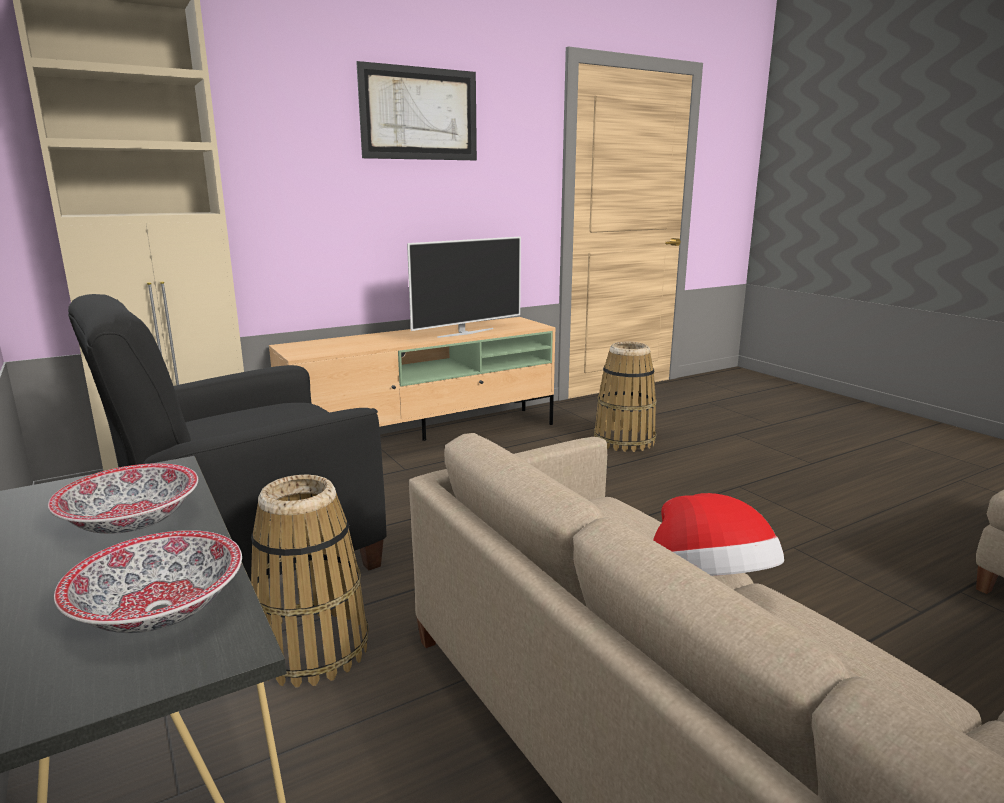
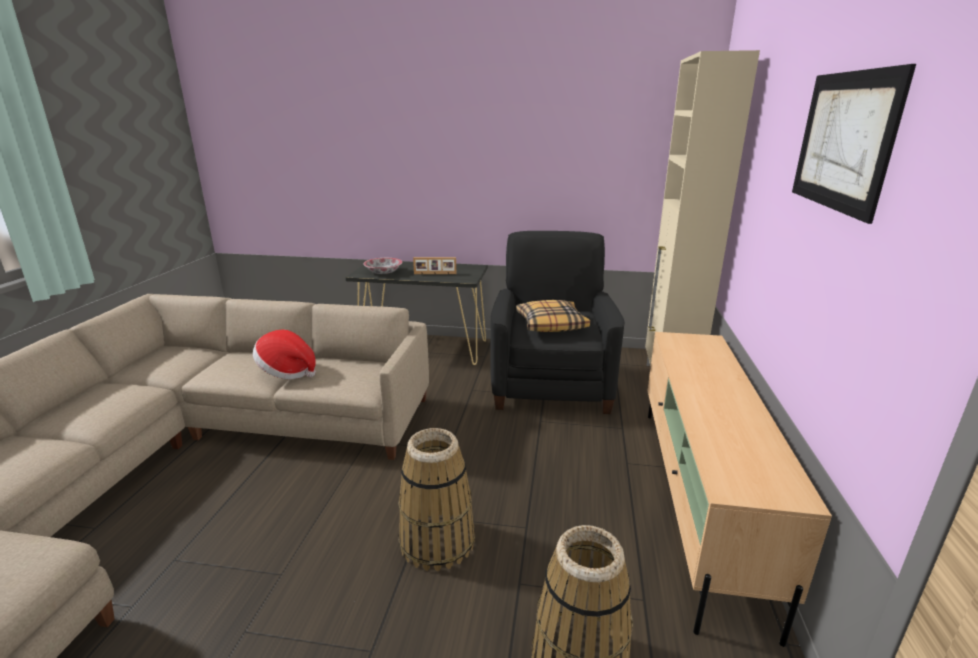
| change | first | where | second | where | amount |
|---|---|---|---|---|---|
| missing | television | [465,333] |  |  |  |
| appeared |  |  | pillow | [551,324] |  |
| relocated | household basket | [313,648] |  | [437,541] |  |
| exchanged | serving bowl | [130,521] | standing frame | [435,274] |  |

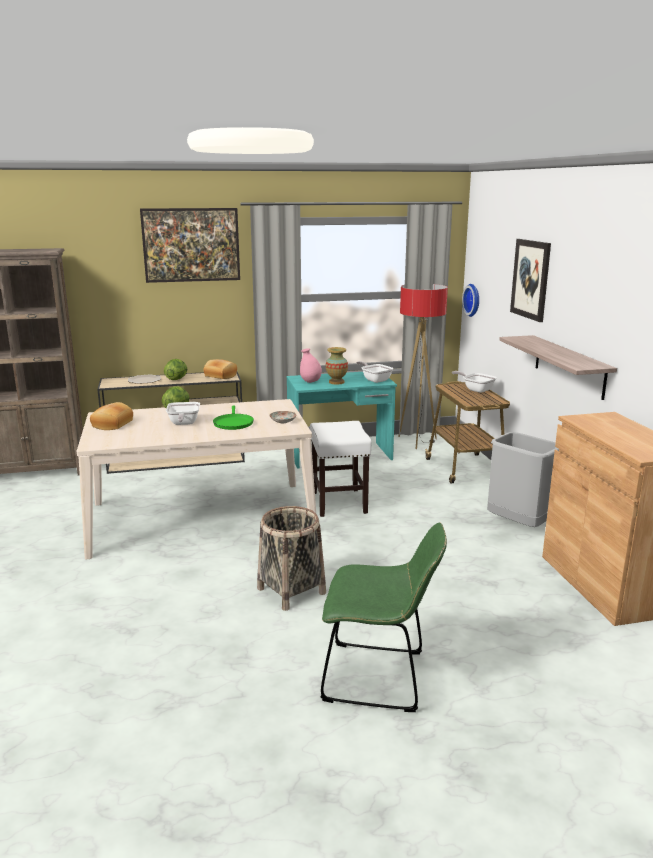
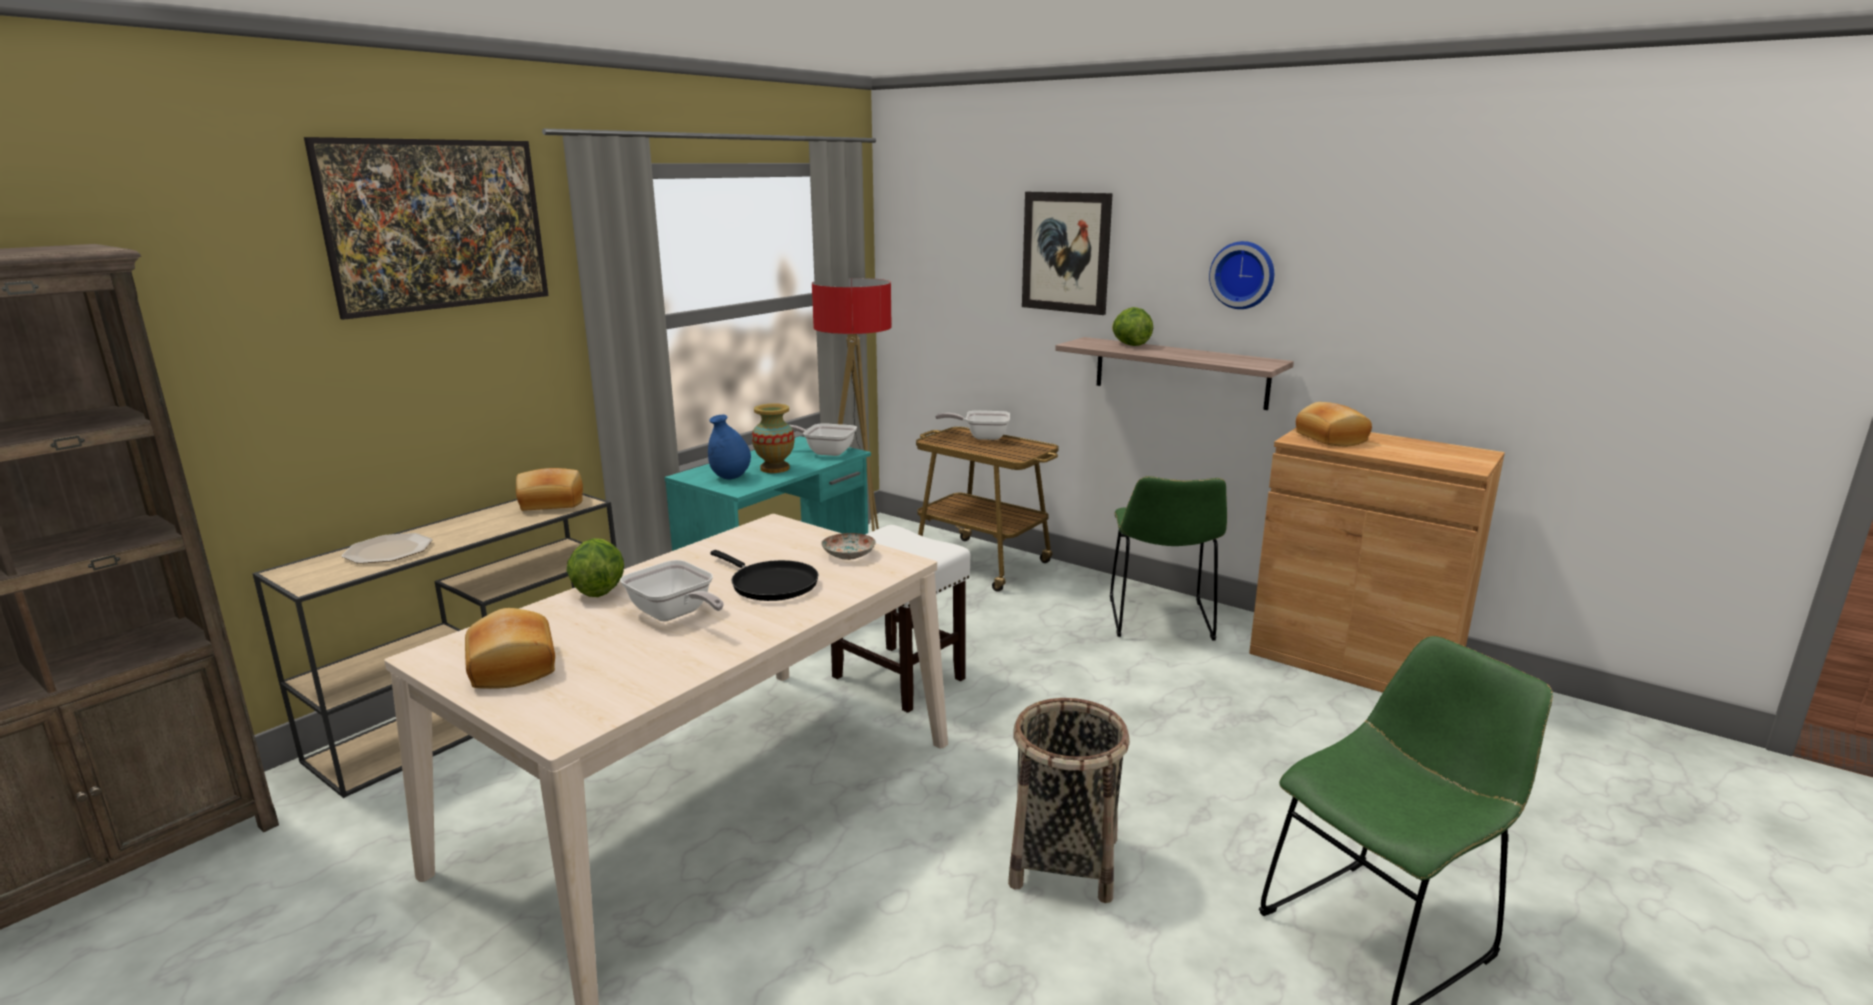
| change | first | where | second | where | amount |
|---|---|---|---|---|---|
| appeared |  |  | baked bread | [1329,438] |  |
| relocated | lettuce | [177,379] |  | [1130,345] |  |
| relocated | hanging clock | [473,300] |  | [1243,275] |  |
| exchanged | gray trash can | [517,525] | green plain chair | [1160,621] |  |
| colour | green pan | [233,423] | black-coloured pan | [770,584] |  |
| colour | pinkish vase | [310,382] | blue vase | [730,477] |  |

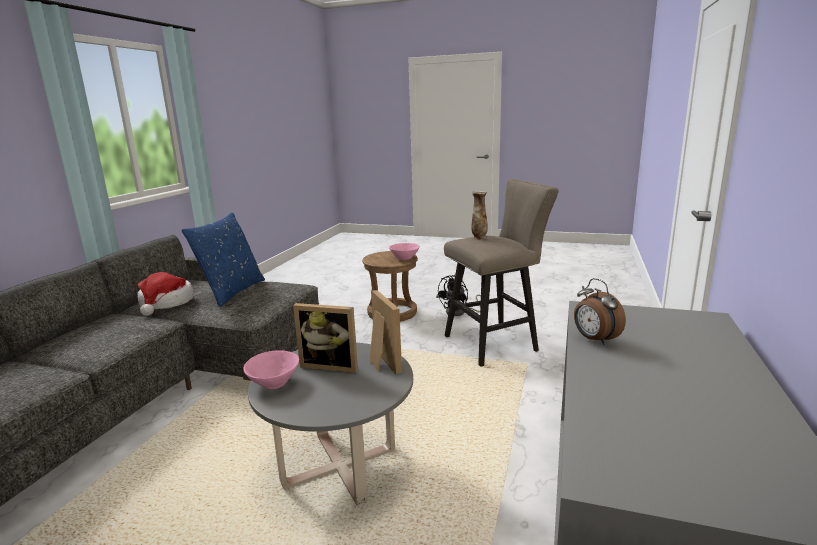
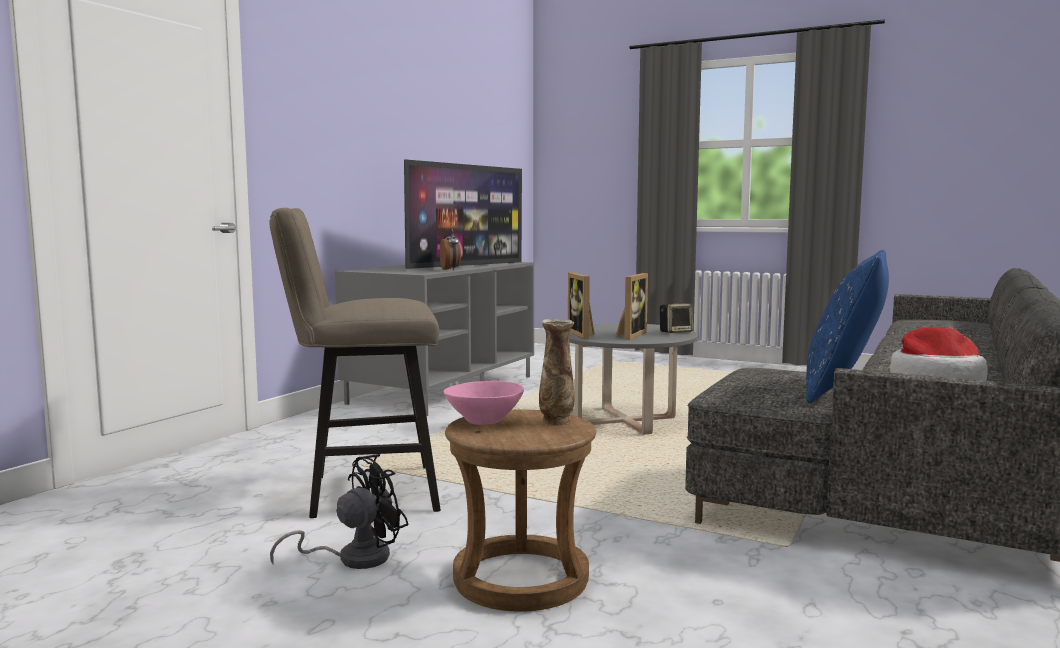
| change | first | where | second | where | amount |
|---|---|---|---|---|---|
| appeared |  |  | television | [466,265] |  |
| relocated | vase | [479,238] |  | [556,422] |  |
| exchanged | pinkish serving bowl | [273,384] | loudspeaker | [675,332] |  |
| spun | standing frame | [331,365] |  | [629,335] | 90 degrees clockwise |

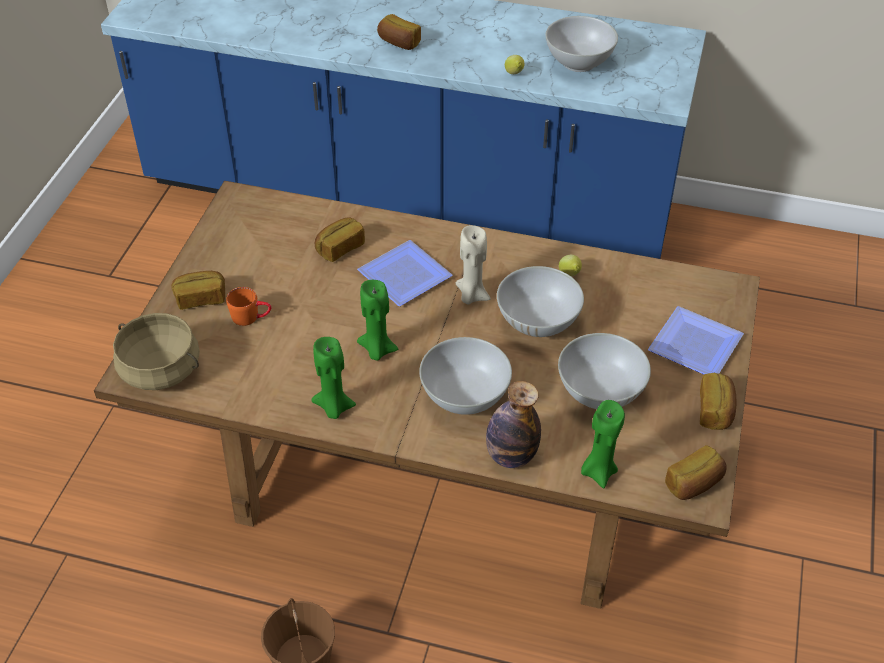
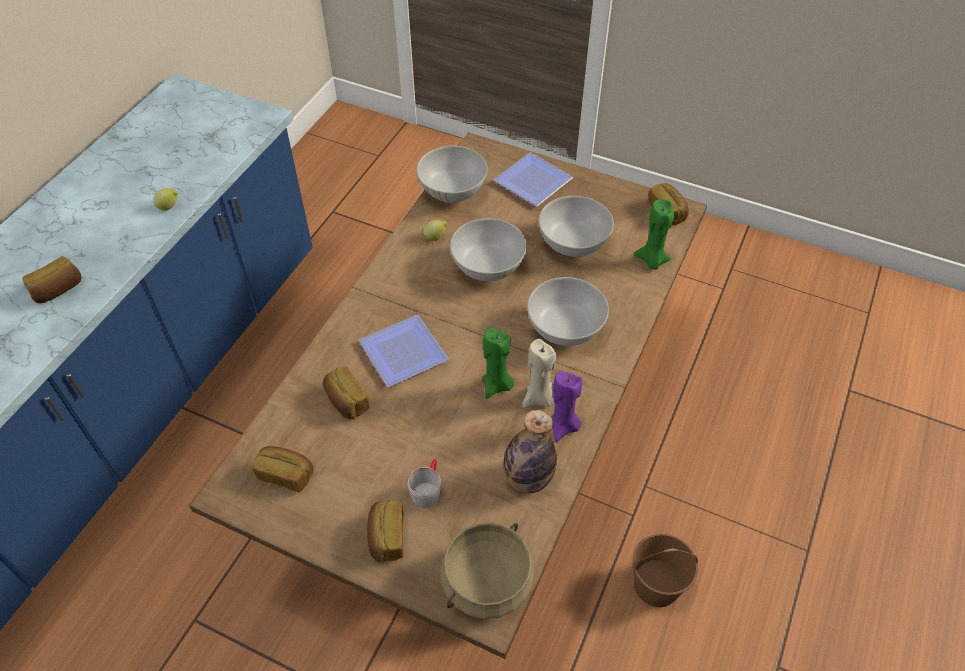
| change | first | where | second | where | amount |
|---|---|---|---|---|---|
| relocated | beige wax candle | [471,295] |  | [539,398] |  |
| relocated | bottle | [511,456] |  | [527,479] |  |
| relocated | white-coloured serving bowl | [579,63] |  | [453,192] |  |
| relocated | baked bread | [716,411] |  | [286,474] |  |
| colour | orange coffee mug | [251,317] | gray coffee mug | [427,489] |  |
| colour | green wax candle | [333,407] | purple wax candle | [563,427] |  |

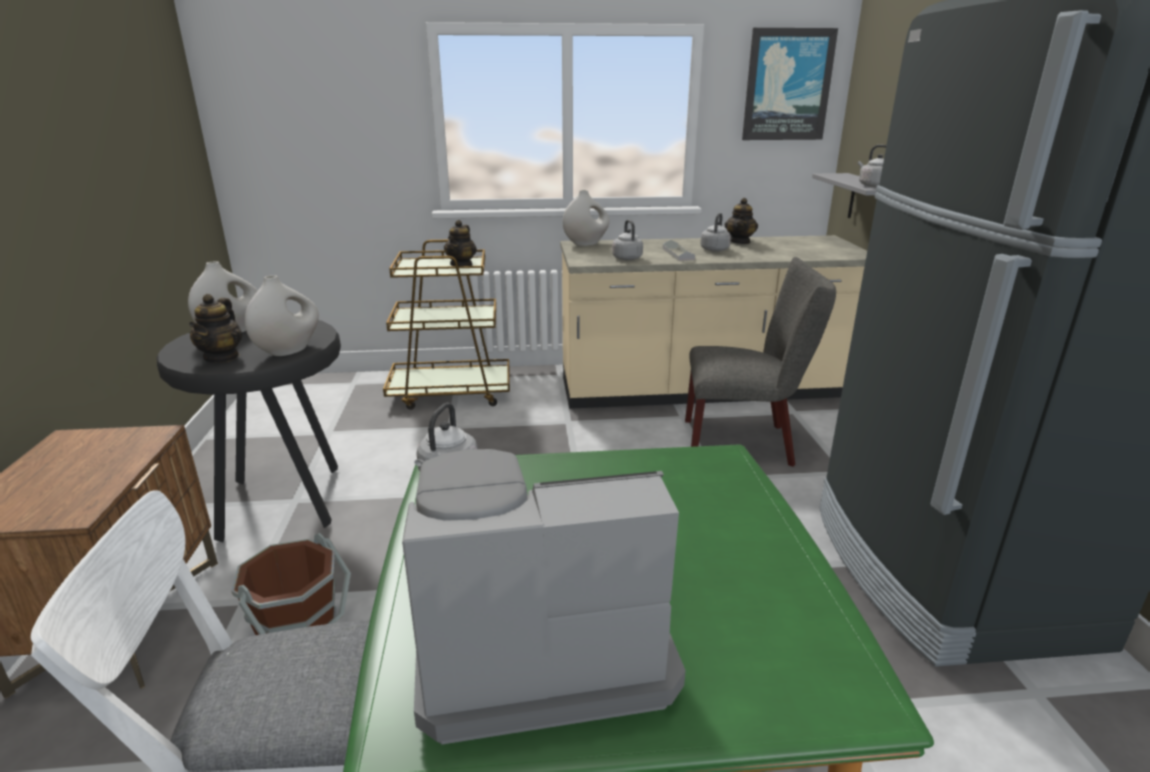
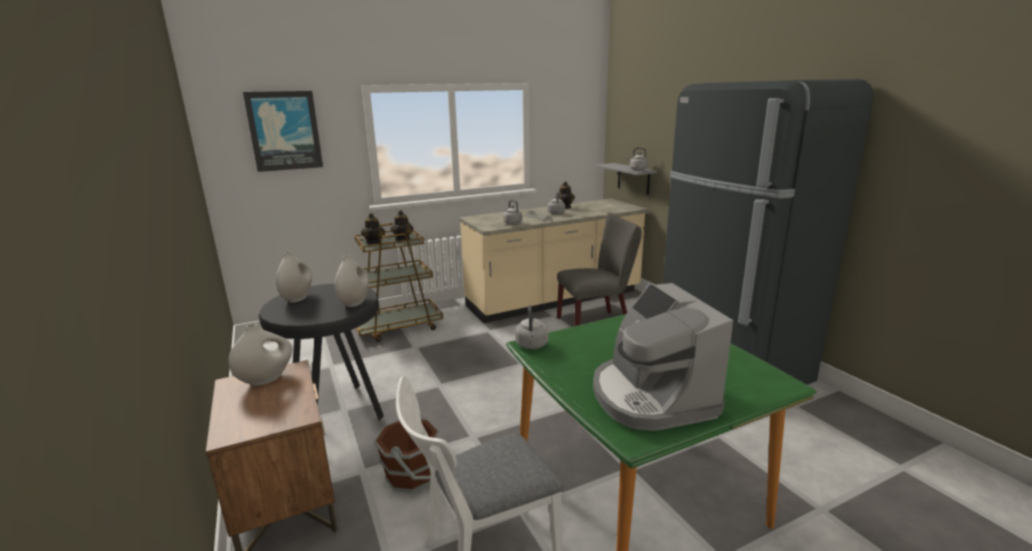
| change | first | where | second | where | amount |
|---|---|---|---|---|---|
| relocated | teapot | [222,357] |  | [374,242] |  |
| relocated | white-coloured vase | [586,244] |  | [266,379] |  |
| relocated | picture | [787,85] |  | [284,131] |  |
| spun | coffee maker | [537,643] |  | [650,397] | 75 degrees counterclockwise |

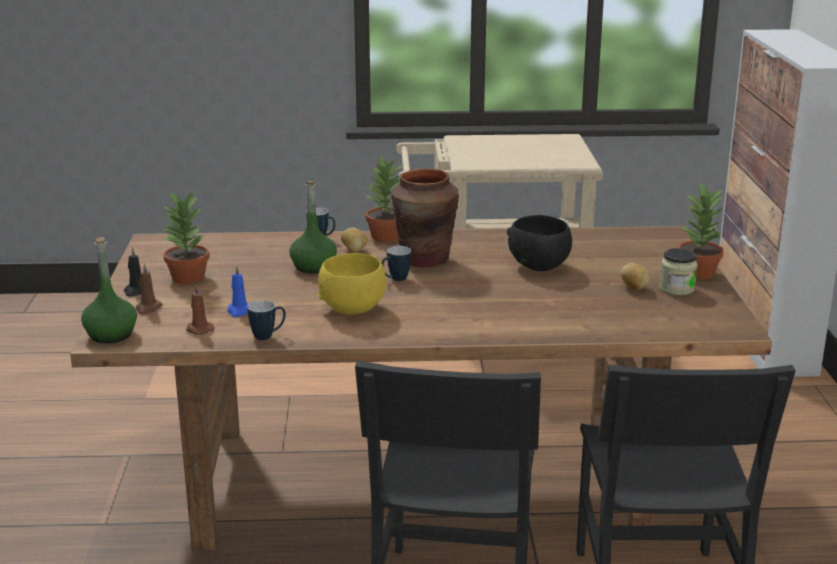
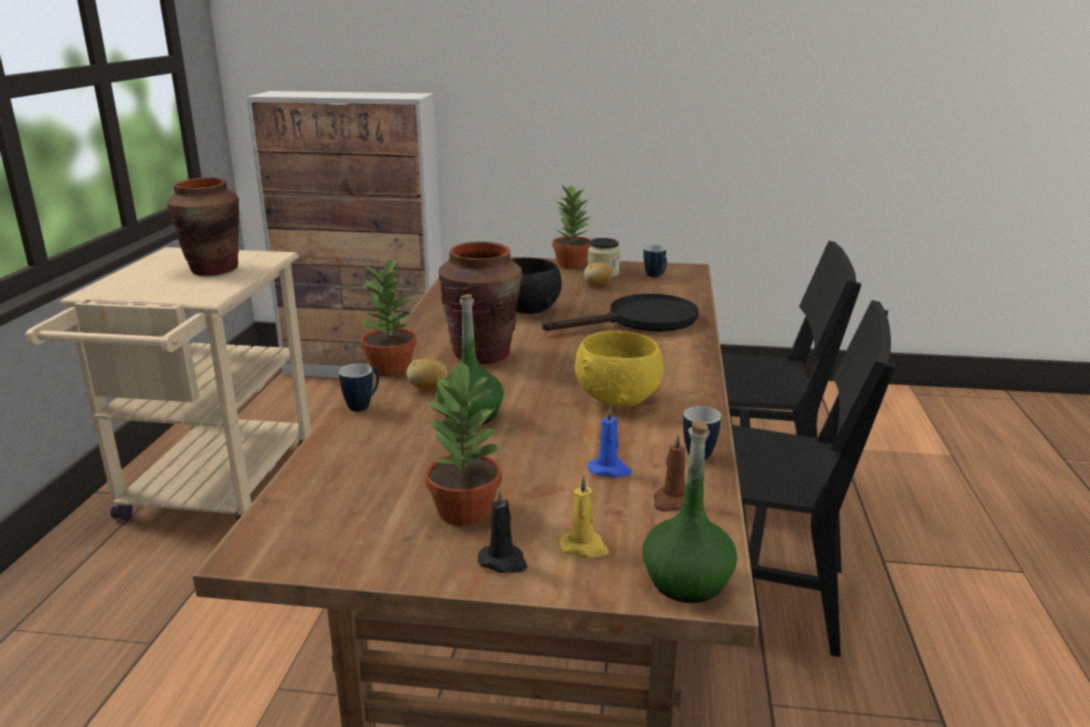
| change | first | where | second | where | amount |
|---|---|---|---|---|---|
| appeared |  |  | brownish vase | [214,270] |  |
| appeared |  |  | black-coloured pan | [641,321] |  |
| relocated | coffee mug | [395,279] |  | [656,276] |  |
| colour | brownish wax candle | [148,308] | yellow wax candle | [584,547] |  |

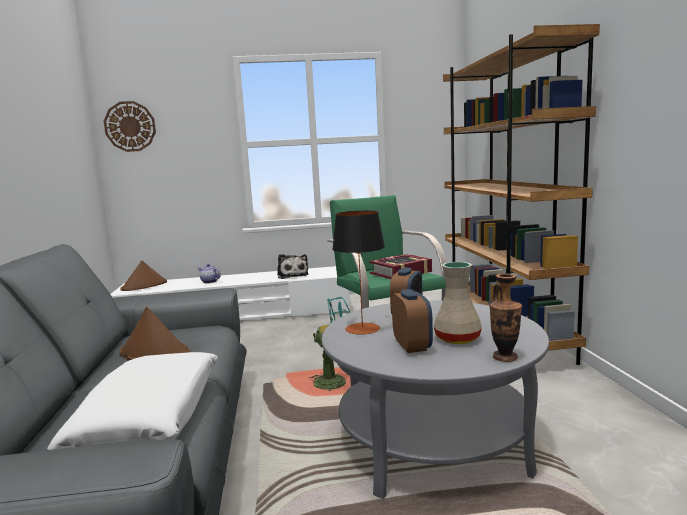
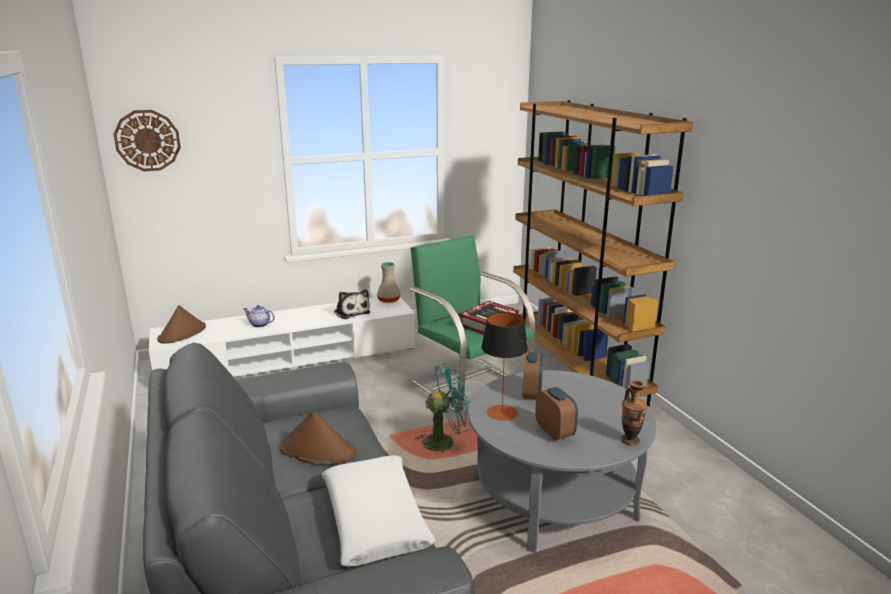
| change | first | where | second | where | amount |
|---|---|---|---|---|---|
| relocated | beige vase | [458,339] |  | [389,300] |  |

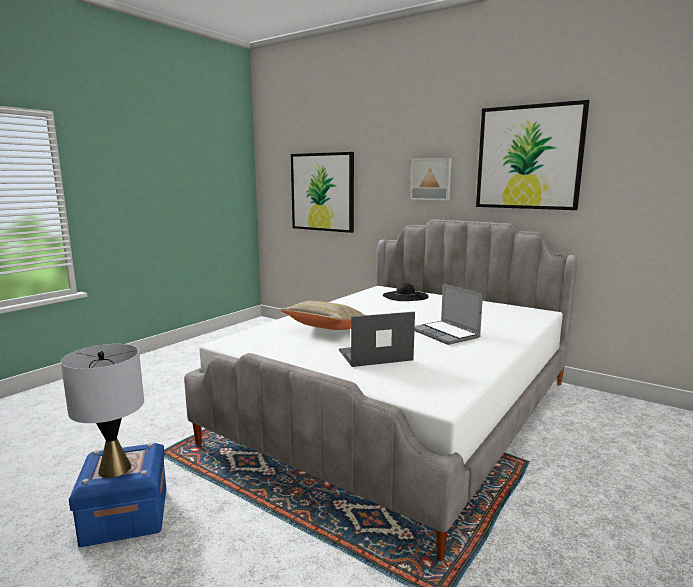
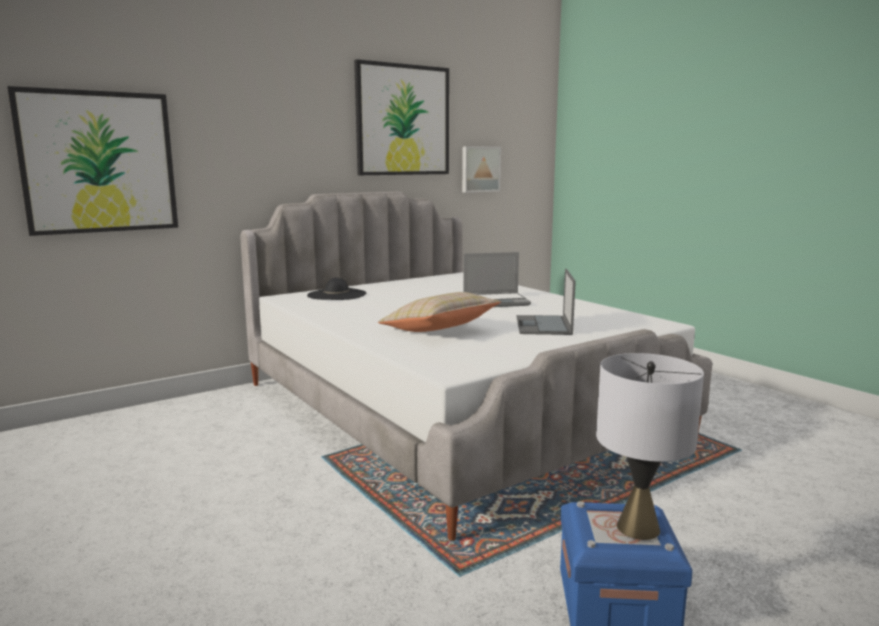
| change | first | where | second | where | amount |
|---|---|---|---|---|---|
| relocated | picture | [431,179] |  | [480,169] |  |

